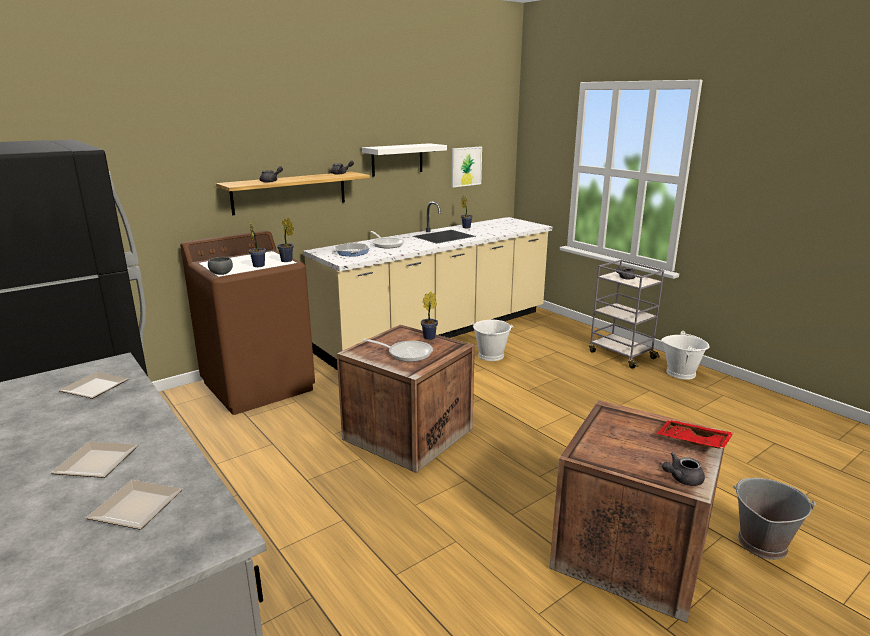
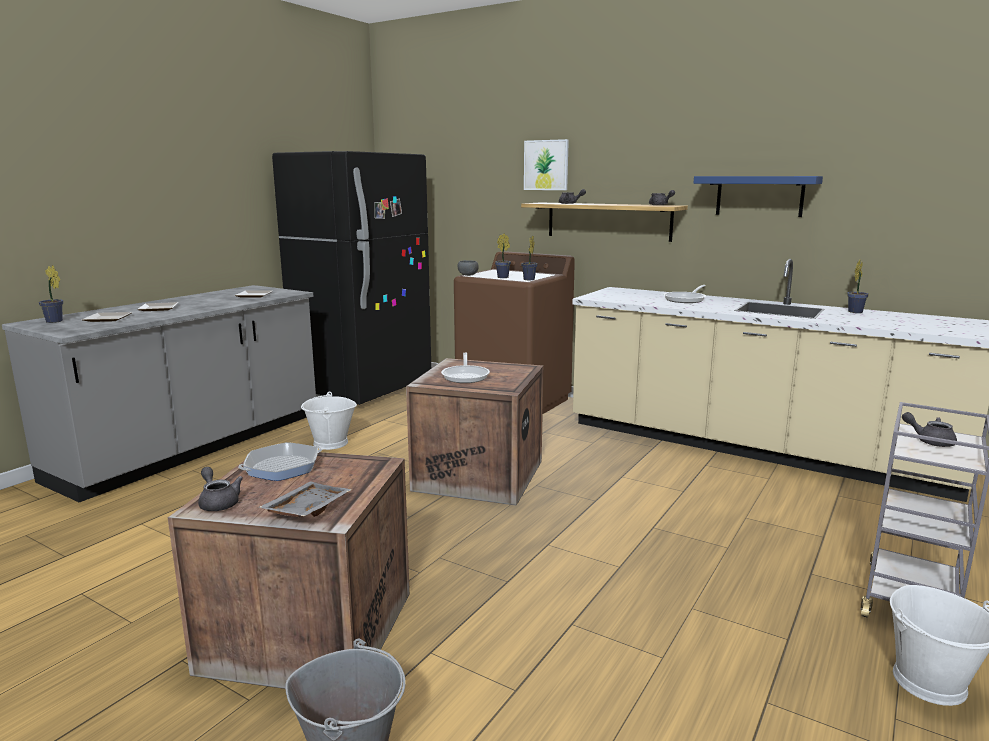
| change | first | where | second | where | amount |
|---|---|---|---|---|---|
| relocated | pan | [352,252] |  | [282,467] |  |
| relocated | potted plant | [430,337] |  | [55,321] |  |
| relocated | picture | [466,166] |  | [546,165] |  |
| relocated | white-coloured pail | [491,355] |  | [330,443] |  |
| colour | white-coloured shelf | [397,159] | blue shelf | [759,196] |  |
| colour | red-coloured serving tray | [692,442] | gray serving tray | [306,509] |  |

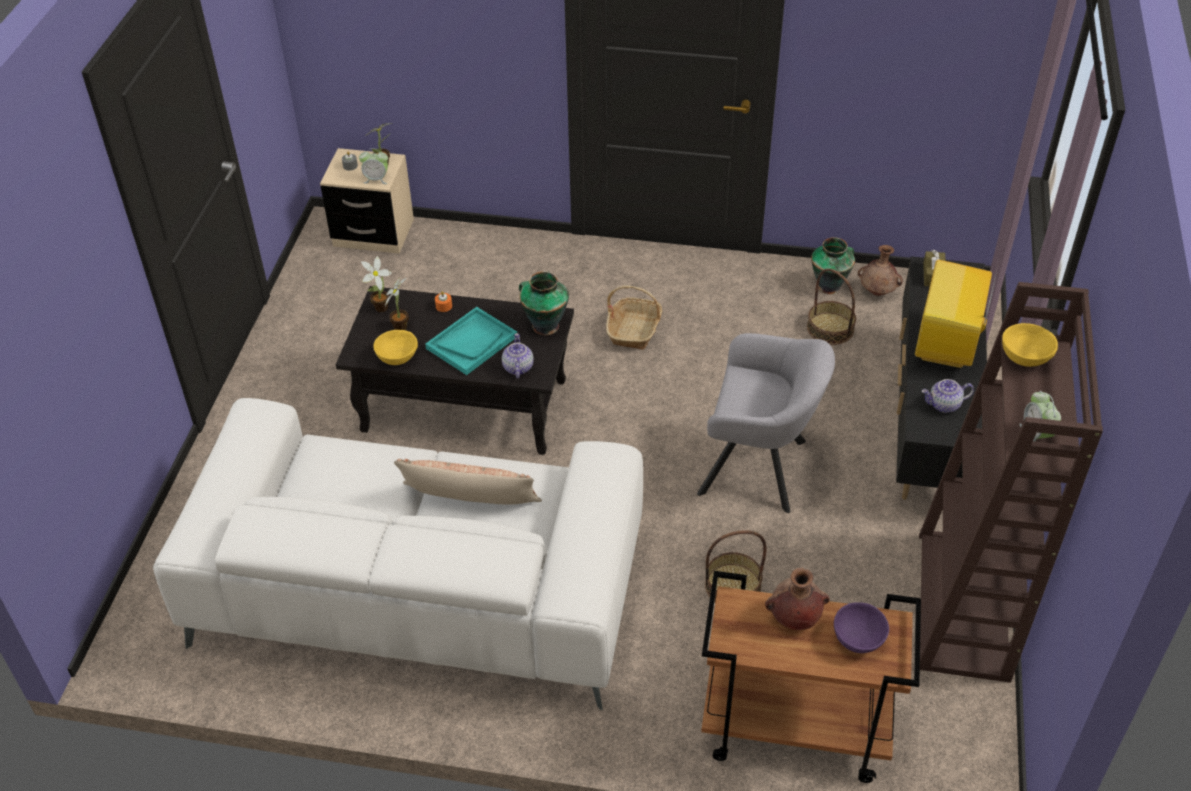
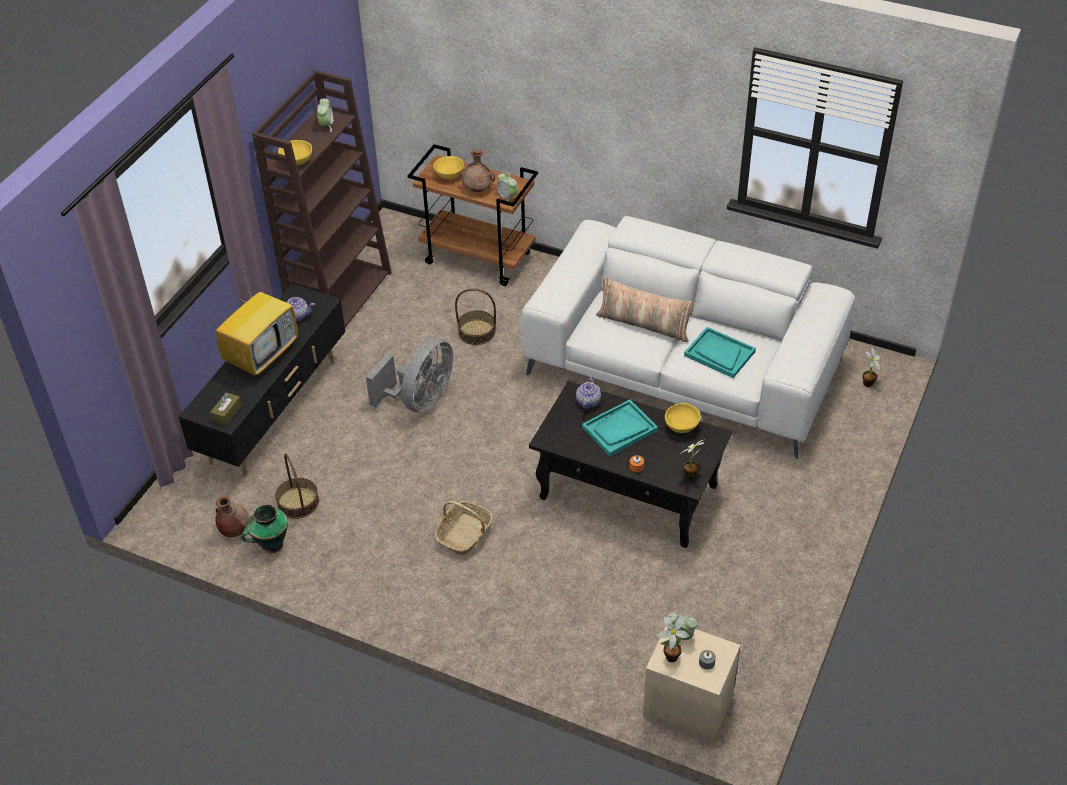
| change | first | where | second | where | amount |
|---|---|---|---|---|---|
| missing | vase | [544,325] |  |  |  |
| appeared |  |  | table clock | [507,197] |  |
| appeared |  |  | turquoise-coloured serving tray | [719,354] |  |
| relocated | potted plant | [401,325] |  | [867,385] |  |
| exchanged | gray lounge chair | [760,469] | gray fan | [420,400] |  |
| colour | purple serving bowl | [859,639] | yellow serving bowl | [449,176] |  |

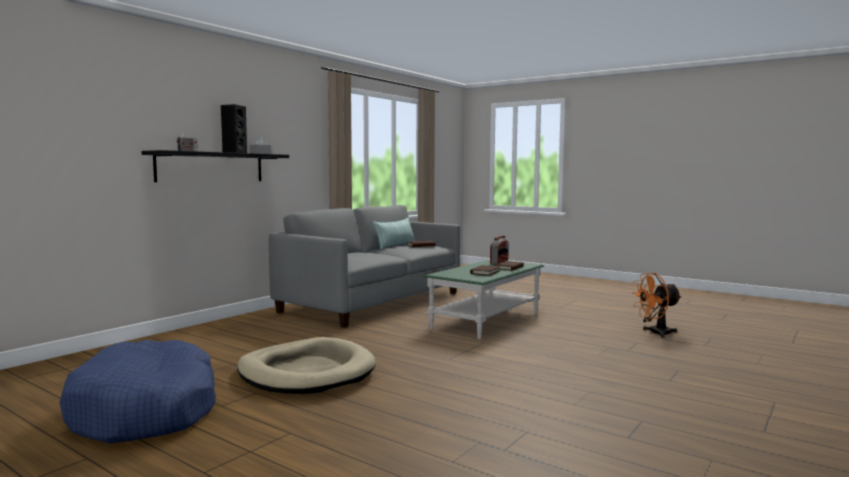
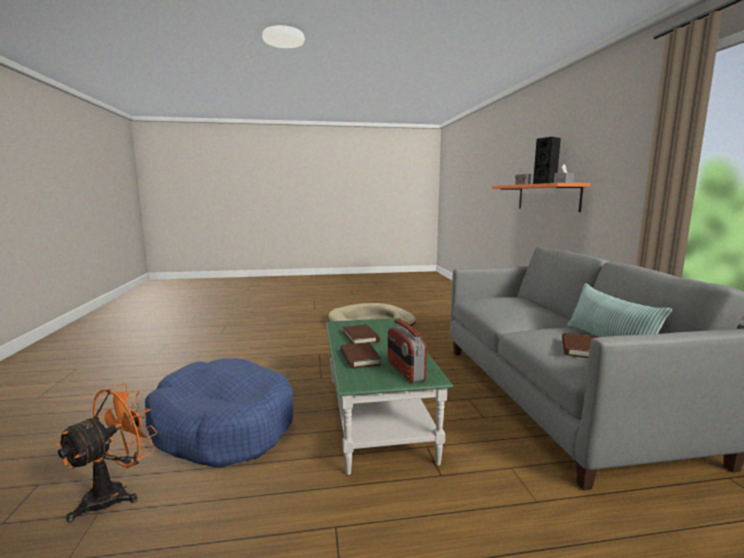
| change | first | where | second | where | amount |
|---|---|---|---|---|---|
| relocated | blue dog bed | [146,411] |  | [223,426] |  |
| colour | black-coloured shelf | [211,167] | orange shelf | [547,197] |  |

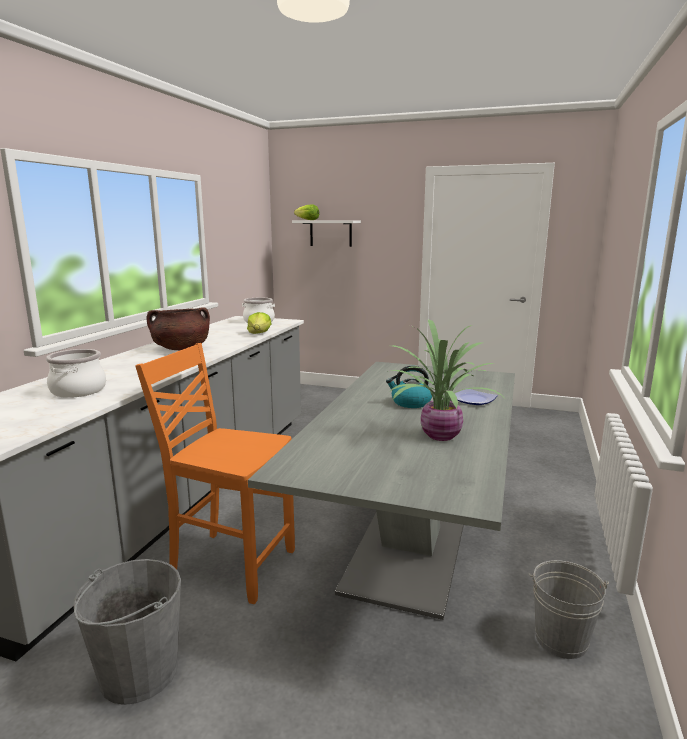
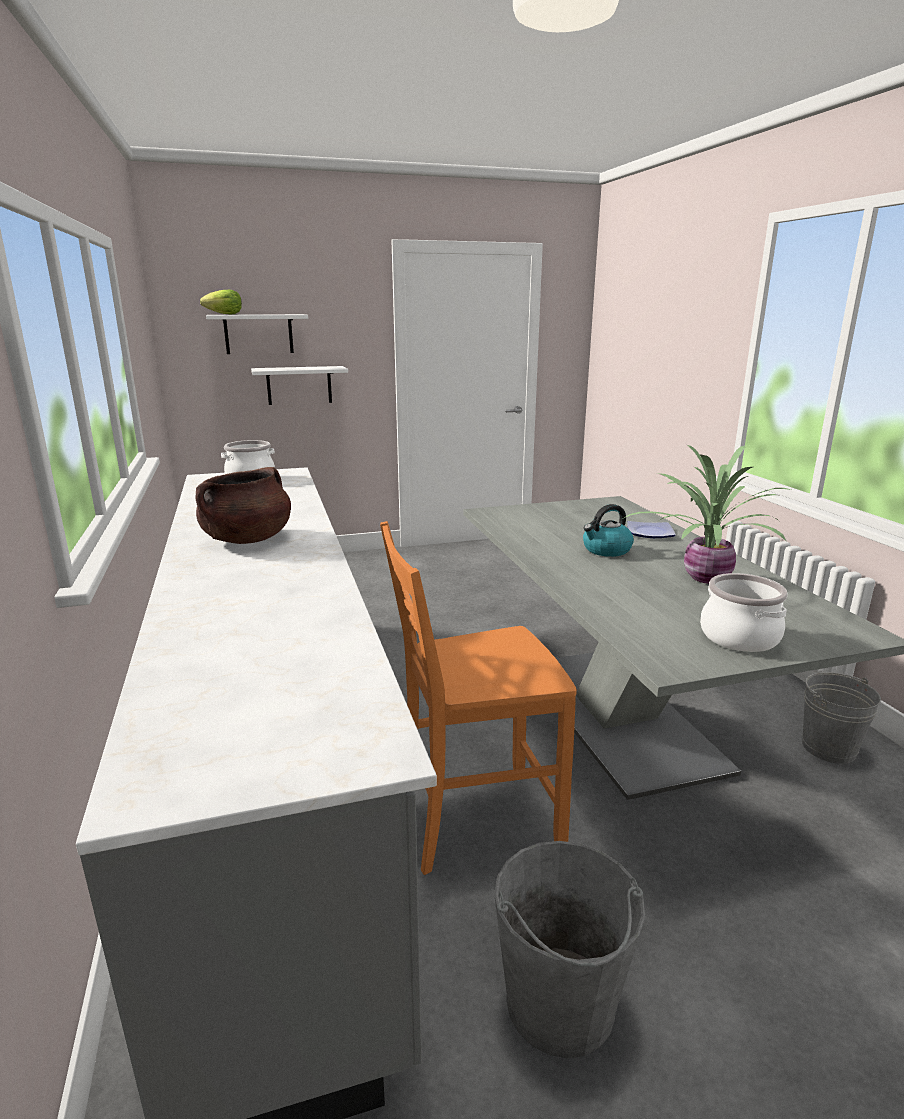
| change | first | where | second | where | amount |
|---|---|---|---|---|---|
| missing | lettuce | [259,333] |  |  |  |
| appeared |  |  | white-coloured shelf | [299,385] |  |
| relocated | stockpot | [78,391] |  | [738,637] |  |

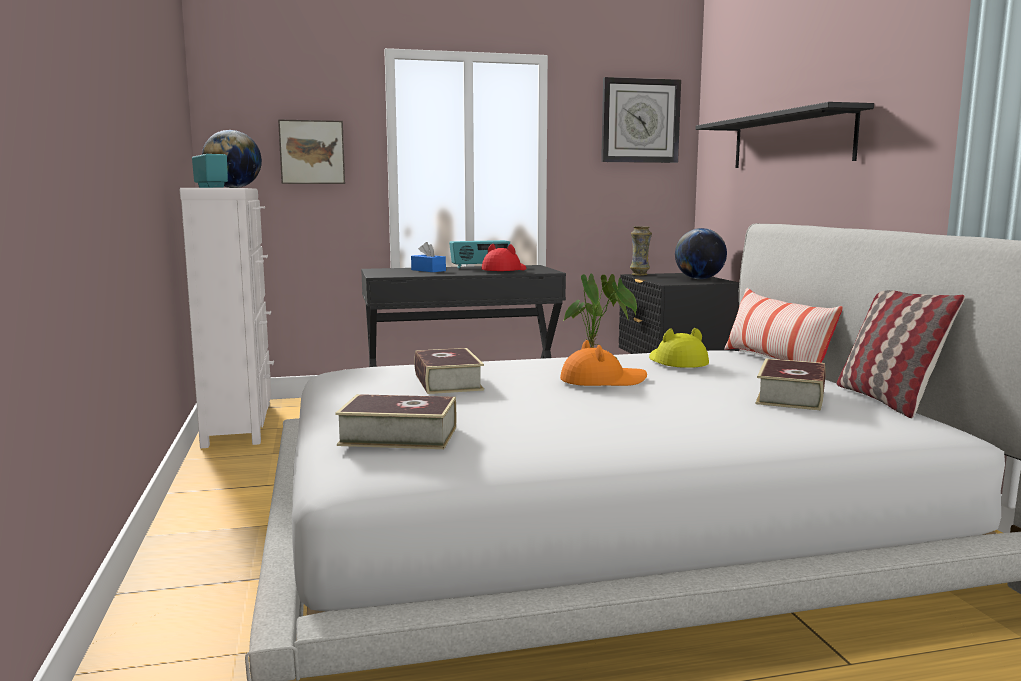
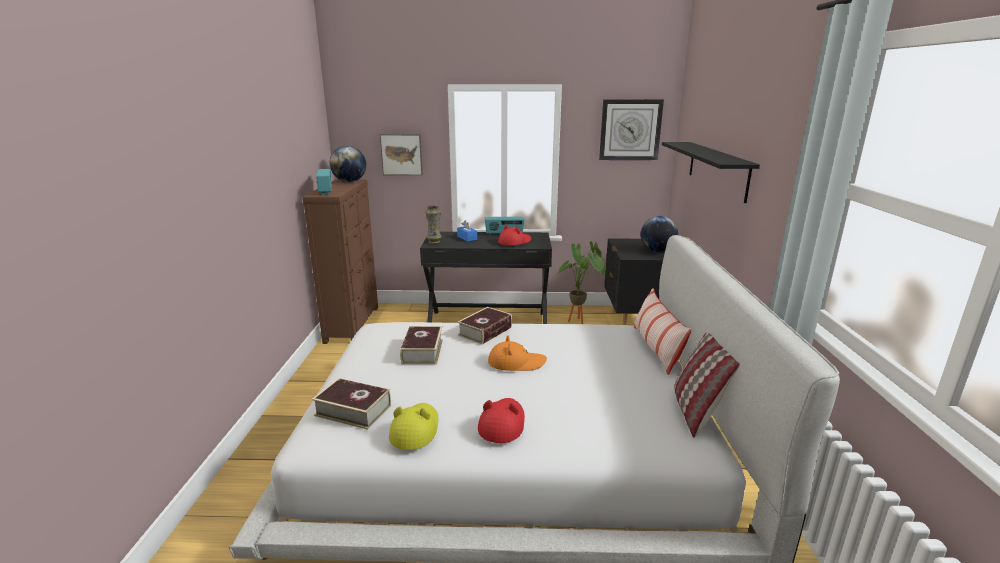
| change | first | where | second | where | amount |
|---|---|---|---|---|---|
| appeared |  |  | red-coloured hat | [502,423] |  |
| relocated | vase | [640,274] |  | [434,242] |  |
| relocated | yellow hat | [677,362] |  | [415,429] |  |
| relocated | bound book | [791,396] |  | [485,331] |  |
| colour | white-coloured chest of drawers | [240,424] | brownish chest of drawers | [353,324] |  |

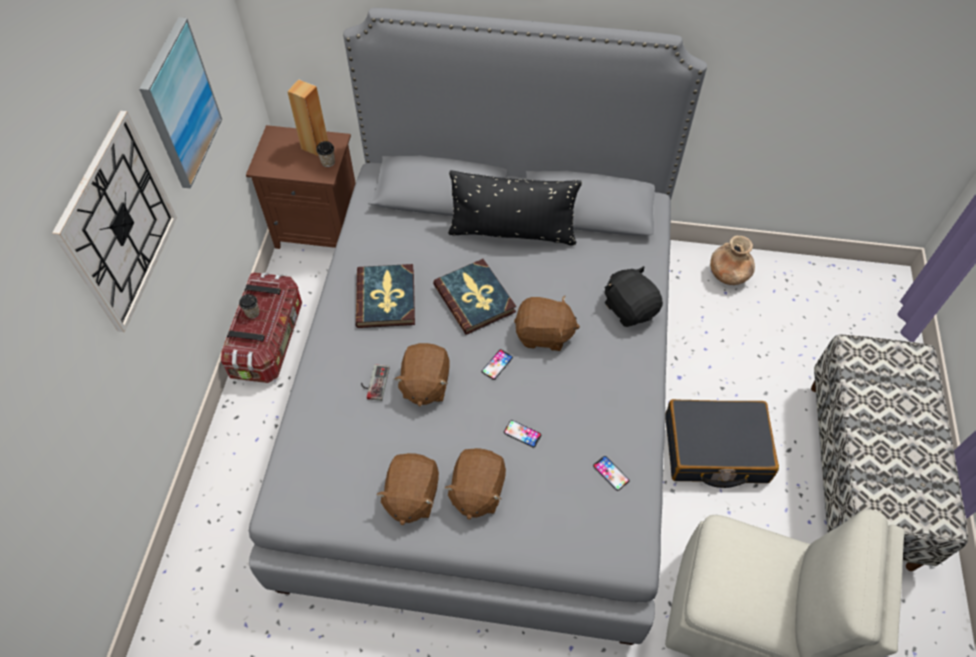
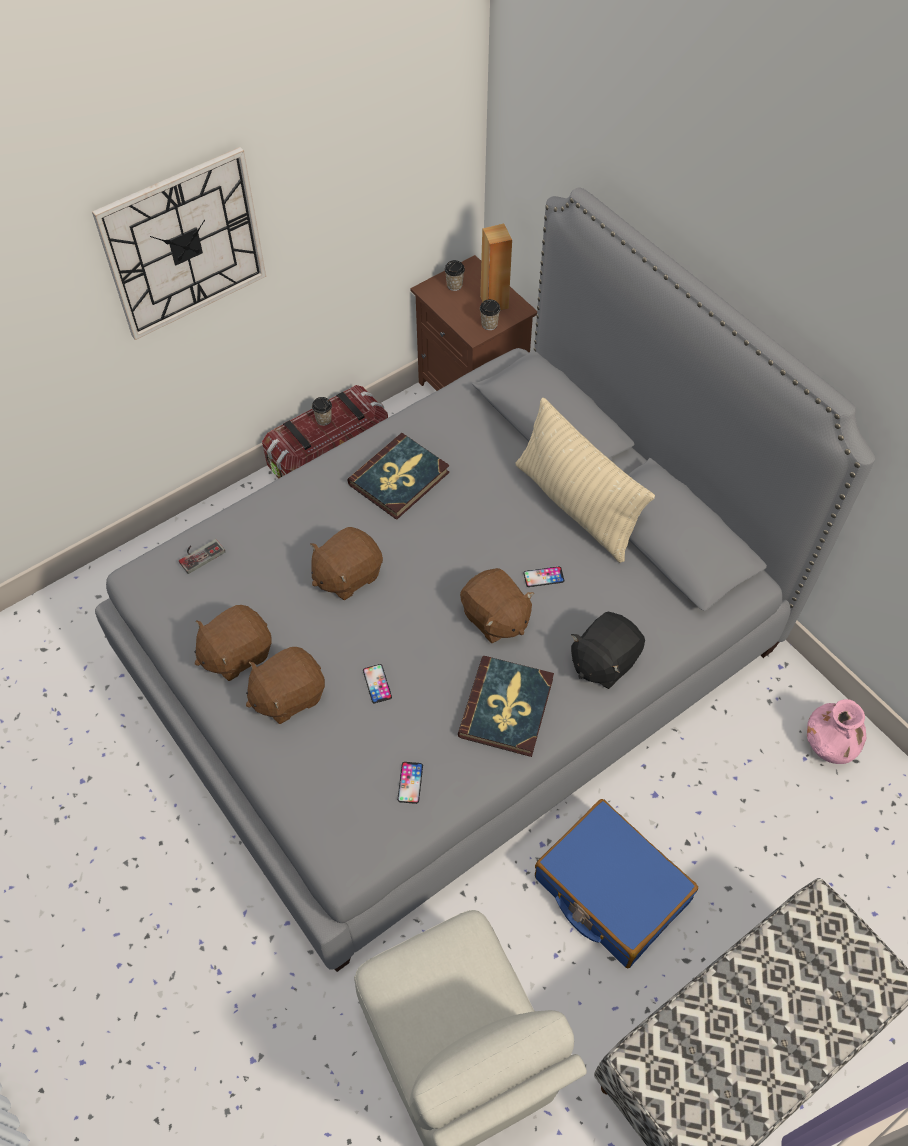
| change | first | where | second | where | amount |
|---|---|---|---|---|---|
| missing | picture | [180,105] |  |  |  |
| appeared |  |  | drinking cup | [454,285] |  |
| relocated | gamepad | [373,382] |  | [199,554] |  |
| relocated | bound book | [475,298] |  | [507,708] |  |
| relocated | handset | [497,364] |  | [543,577] |  |
| colour | black-coloured pillow | [512,232] | beige pillow | [576,506] |  |
| colour | black-coloured suitcase | [715,449] | blue suitcase | [611,890] |  |
| colour | brownish vase | [728,275] | pinkish vase | [829,744] |  |
| spun | black-coloured plush toy | [630,308] |  | [603,661] | 150 degrees counterclockwise |

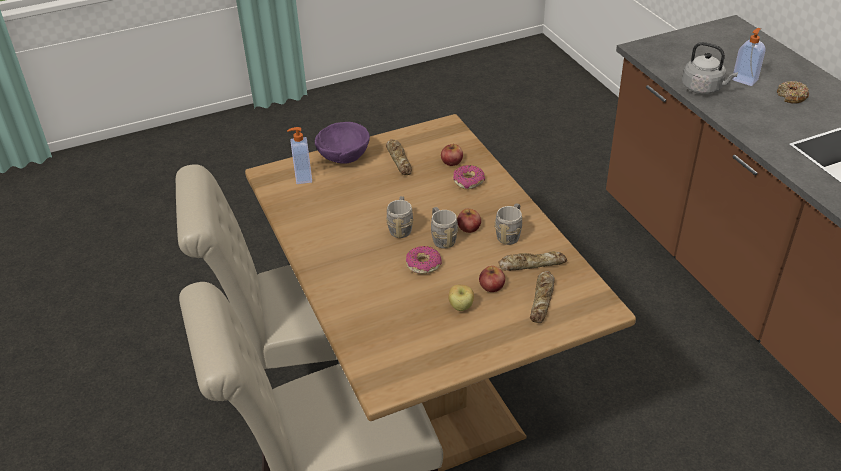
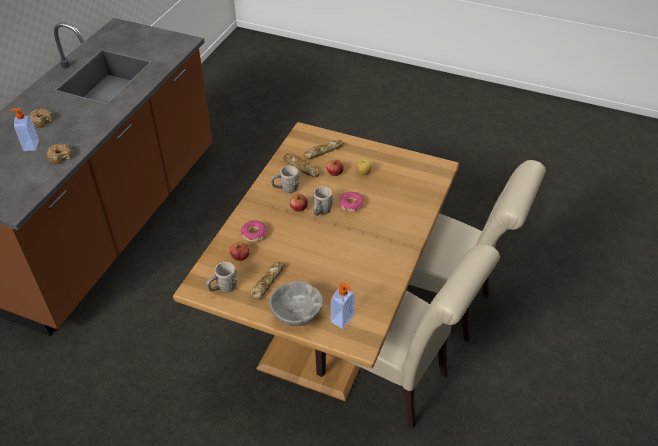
| change | first | where | second | where | amount |
|---|---|---|---|---|---|
| relocated | gray coffee mug | [401,227] |  | [223,288] |  |
| exchanged | gray tea kettle | [704,88] | doughnut | [60,157] |  |
| colour | purple serving bowl | [344,158] | gray serving bowl | [297,314] |  |

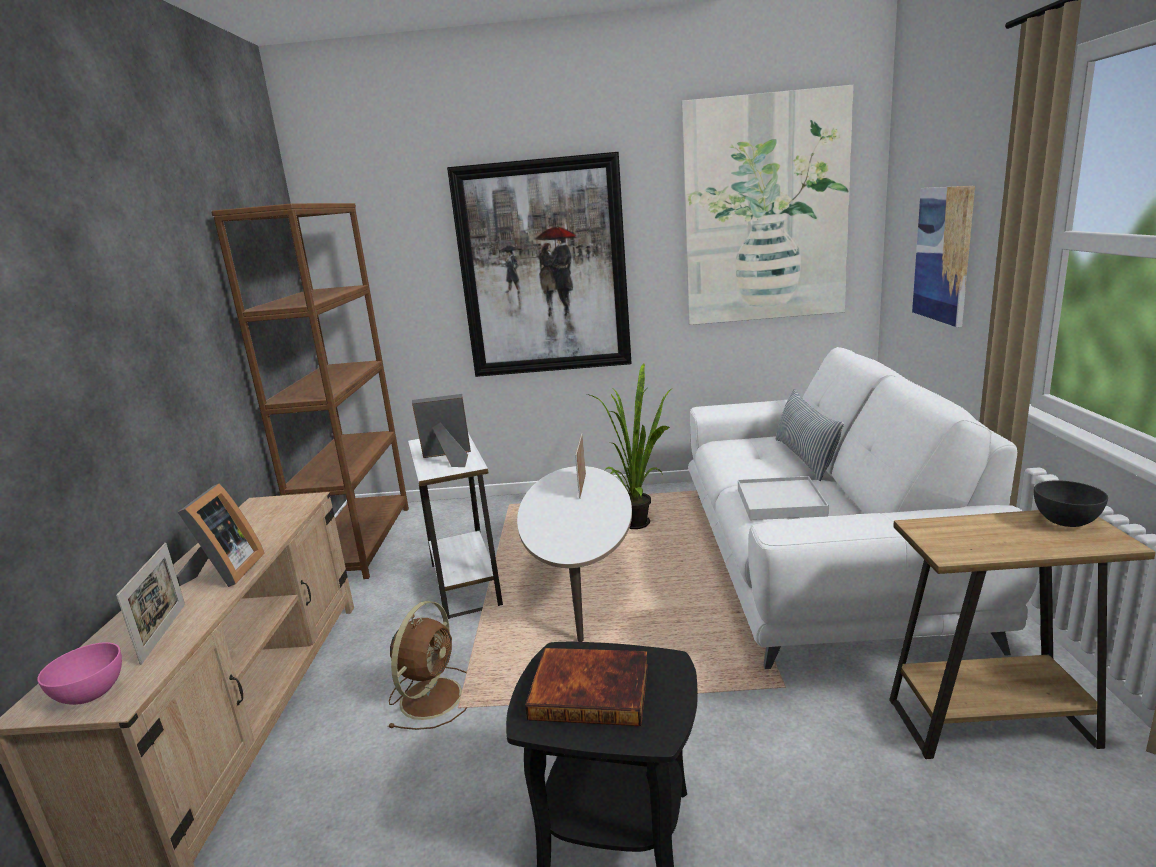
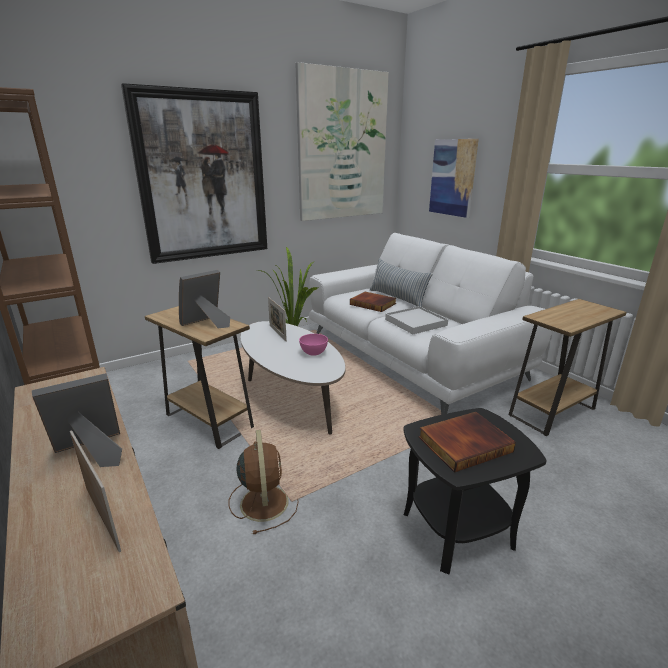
| change | first | where | second | where | amount |
|---|---|---|---|---|---|
| missing | gray serving bowl | [1064,521] |  |  |  |
| appeared |  |  | bound book | [373,304] |  |
| relocated | pinkish serving bowl | [90,694] |  | [313,353] |  |
| colour | white-coloured accent table | [465,584] | brownish accent table | [209,421] |  |
| spun | standing frame | [225,573] |  | [93,451] | 90 degrees counterclockwise |

